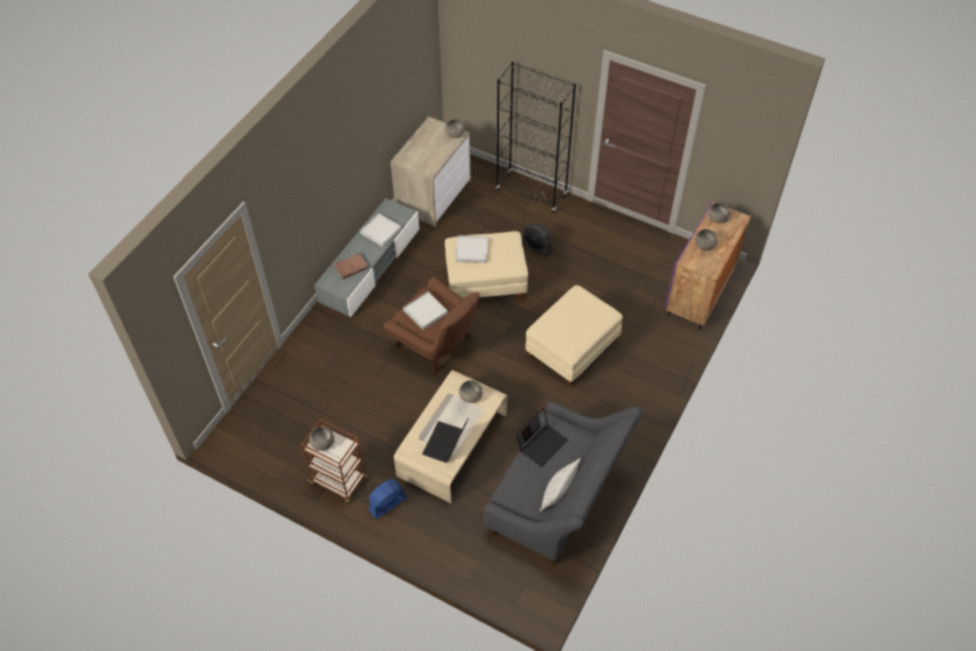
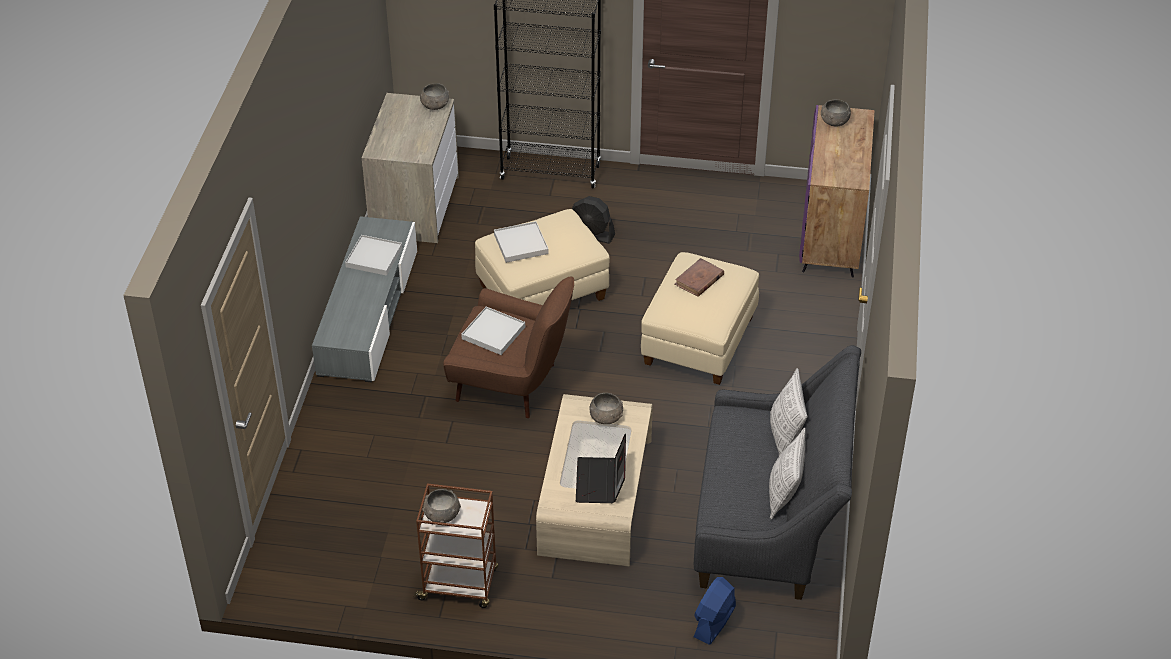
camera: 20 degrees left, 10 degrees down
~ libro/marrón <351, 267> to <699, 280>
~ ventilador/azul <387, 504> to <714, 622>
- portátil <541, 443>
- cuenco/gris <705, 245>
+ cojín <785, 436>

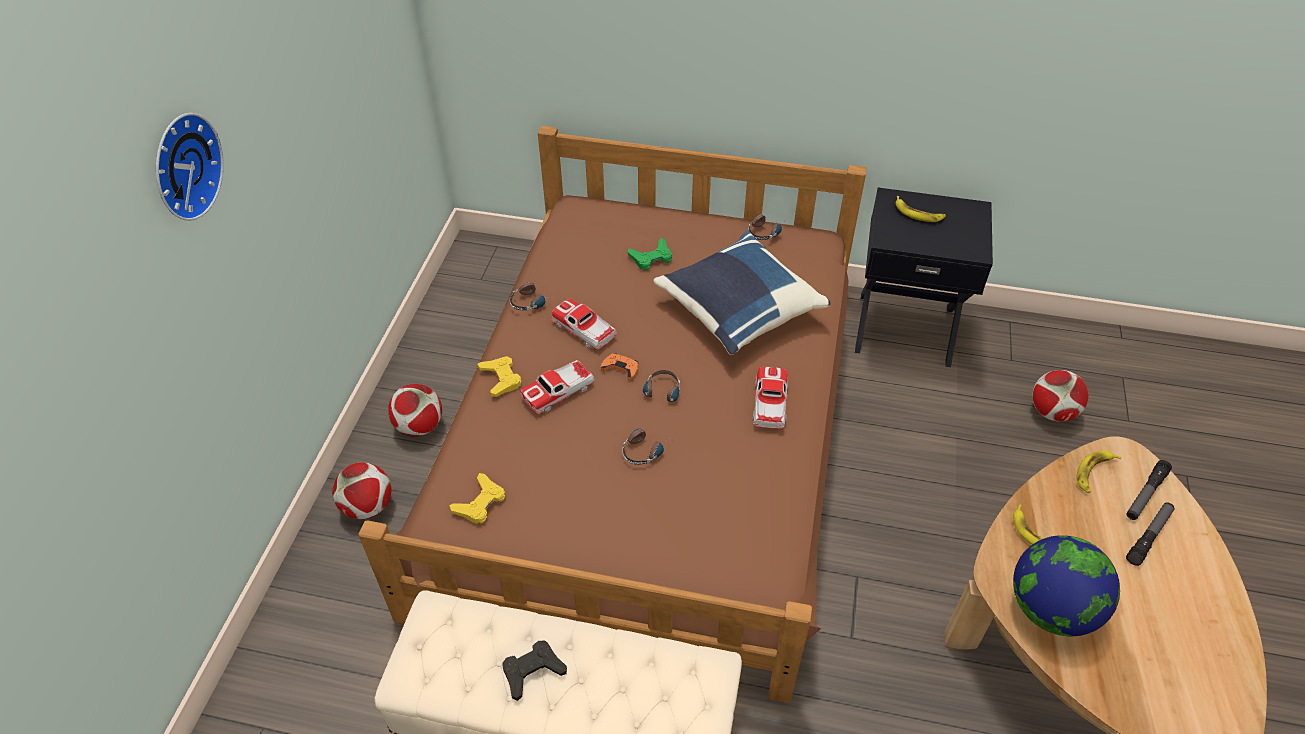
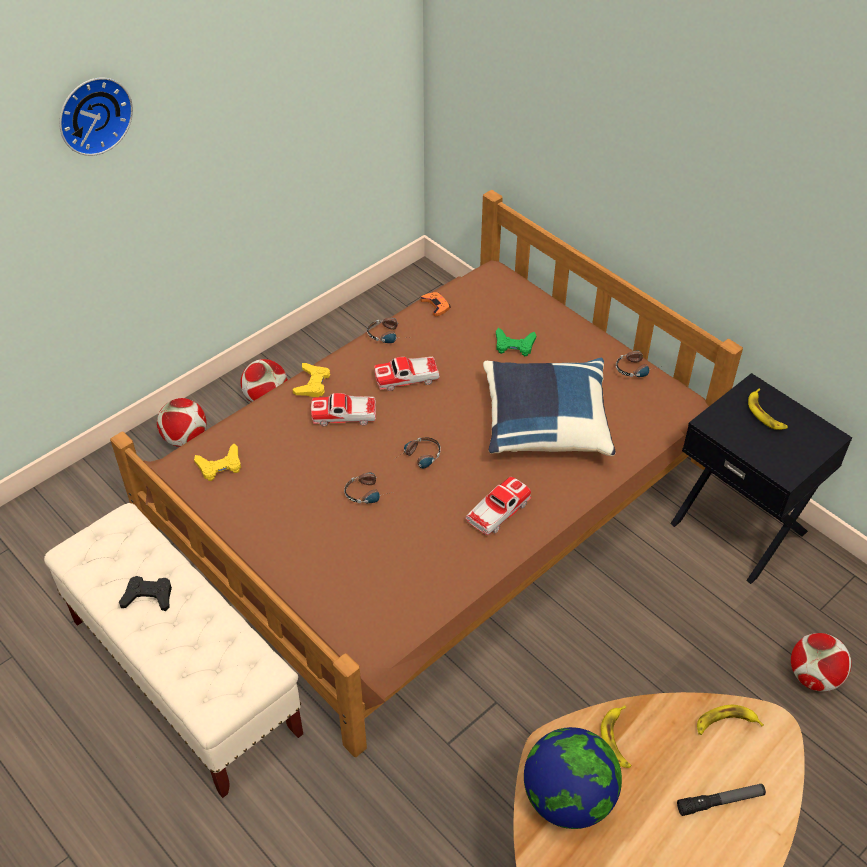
camera: 35 degrees right, 0 degrees up
~ coche de juguete <584, 330> = <407, 378> 90 degrees counterclockwise
~ mando de consola/naranja <620, 368> to <436, 305>
- linterna <1145, 494>

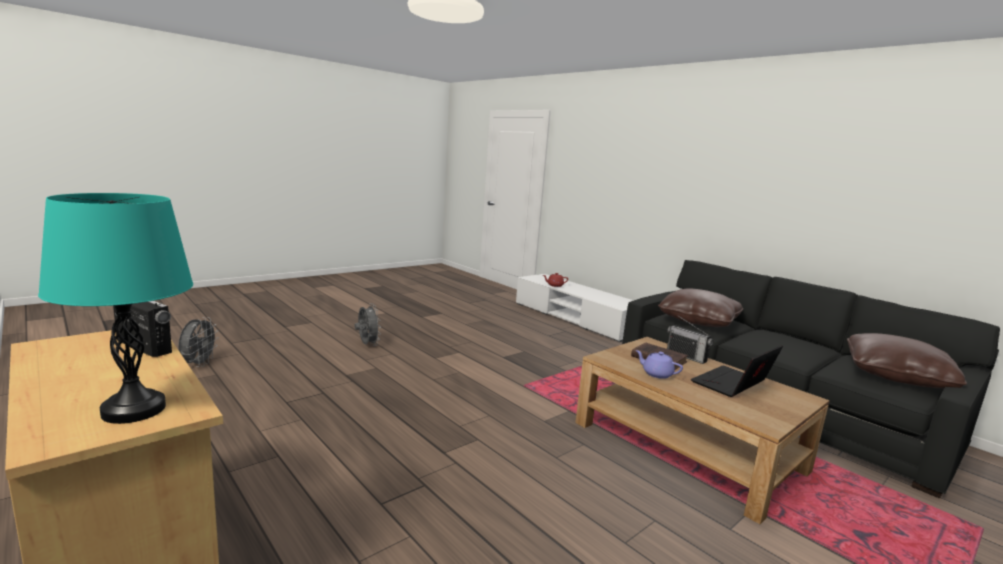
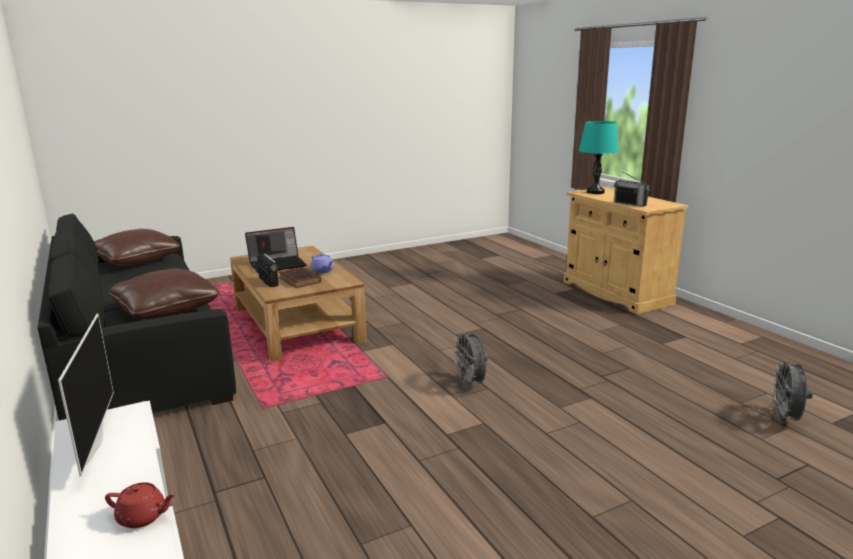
camera: 165 degrees left, 5 degrees up
~ ventilador/gris <367, 345> to <471, 384>
+ televisor <93, 443>

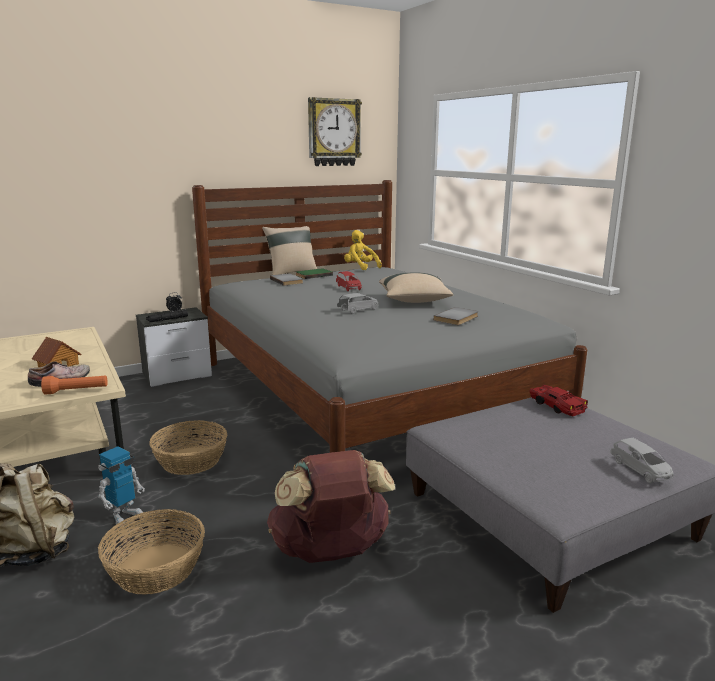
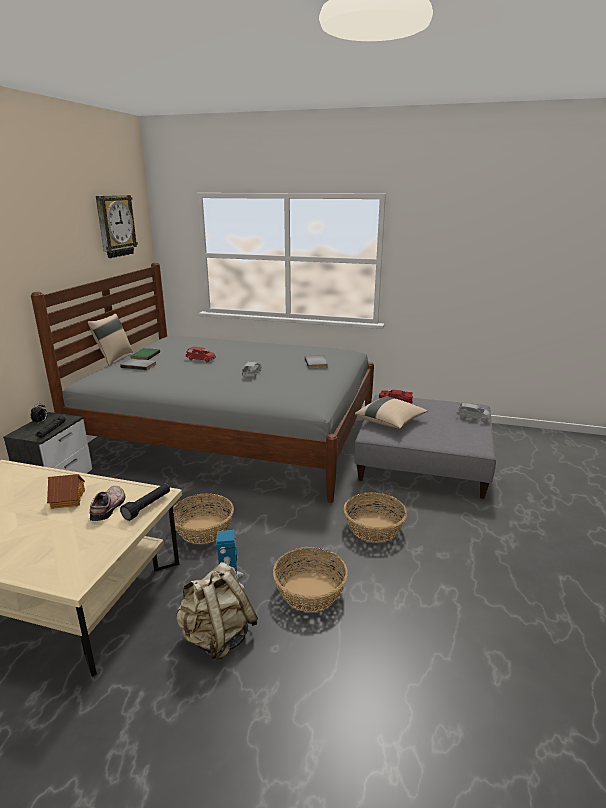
camera: 45 degrees left, 5 degrees up
~ linterna/naranja <76, 391> to linterna/negro <148, 506>
~ mochila/marrón <330, 553> to cesta <374, 528>
- peluche/amarillo <360, 267>
~ cojín/beis <414, 301> to <390, 422>

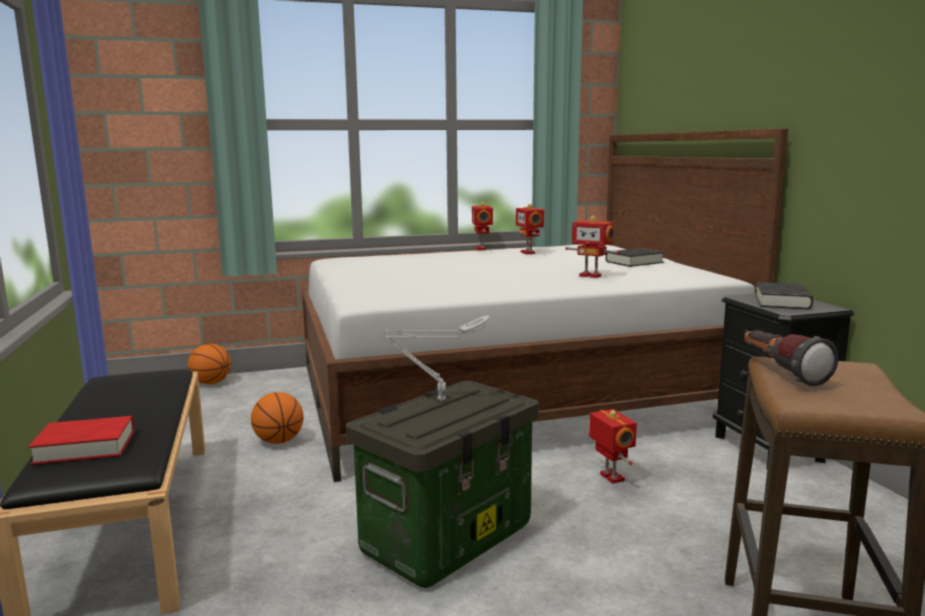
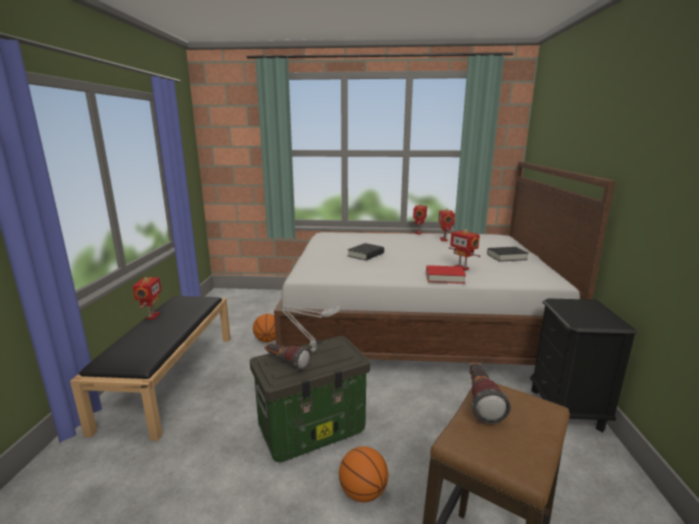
camera: 20 degrees right, 5 degrees up
~ libro/rojo <85, 447> to <444, 278>
~ balón de baloncesto <211, 383> to <363, 492>
~ robot de juguete <610, 477> to <152, 316>
~ libro/negro <782, 302> to <366, 255>
+ linterna <286, 363>

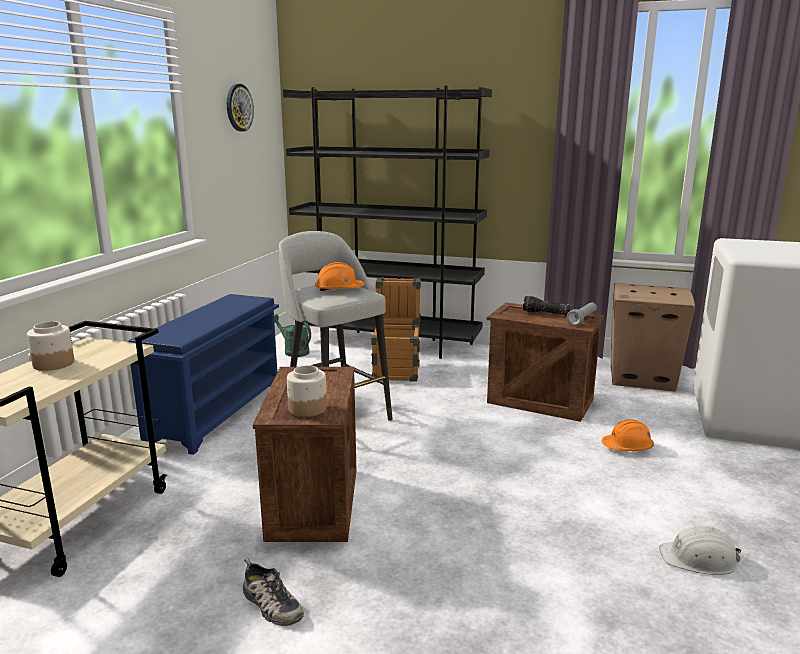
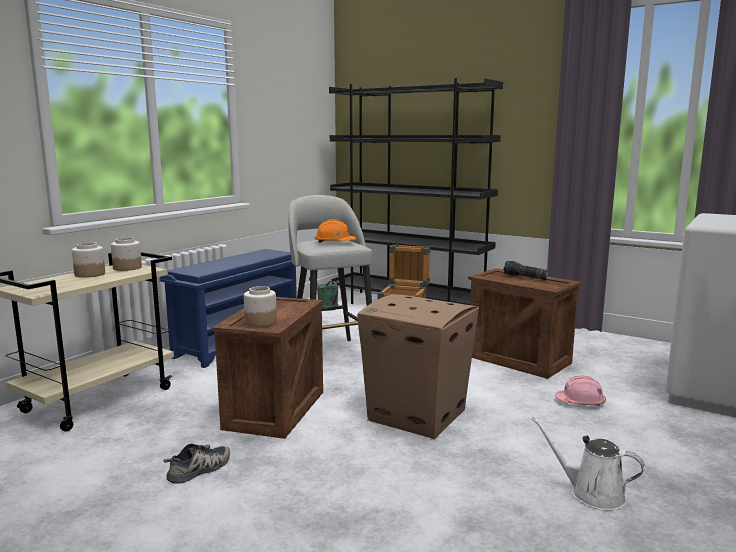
camera: 15 degrees right, 5 degrees down
- reloj de pared <239, 107>
~ zapato <270, 604> = <199, 470> 105 degrees counterclockwise
- linterna/gris <582, 320>
~ casco/naranja <627, 447> to casco/rosa <580, 402>
~ caja de cartón <643, 377> to <418, 415>
~ casco/blanco <699, 558> to regadera/blanco <592, 494>
+ tarro <127, 268>

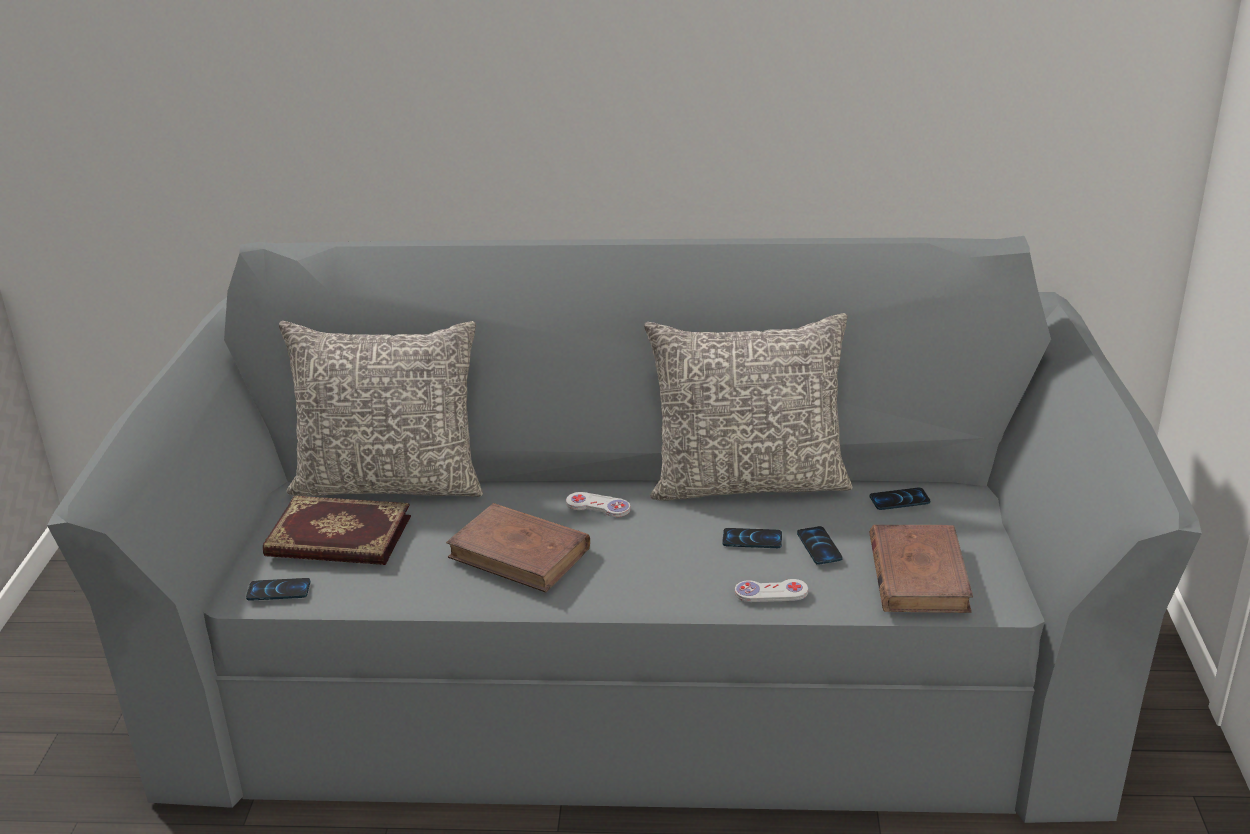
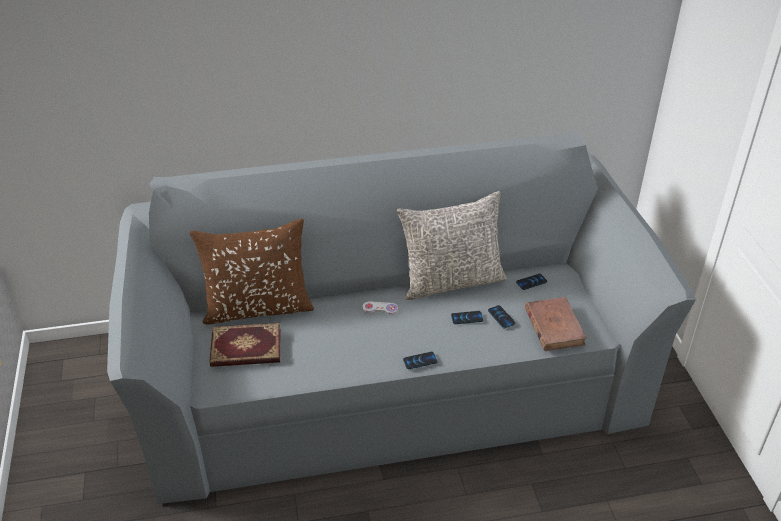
camera: 15 degrees left, 10 degrees up
~ móvil <278, 590> to <420, 361>
~ cojín/gris <390, 482> to cojín/marrón <258, 307>
- libro/marrón <520, 553>
- mando de consola/blanco <771, 592>

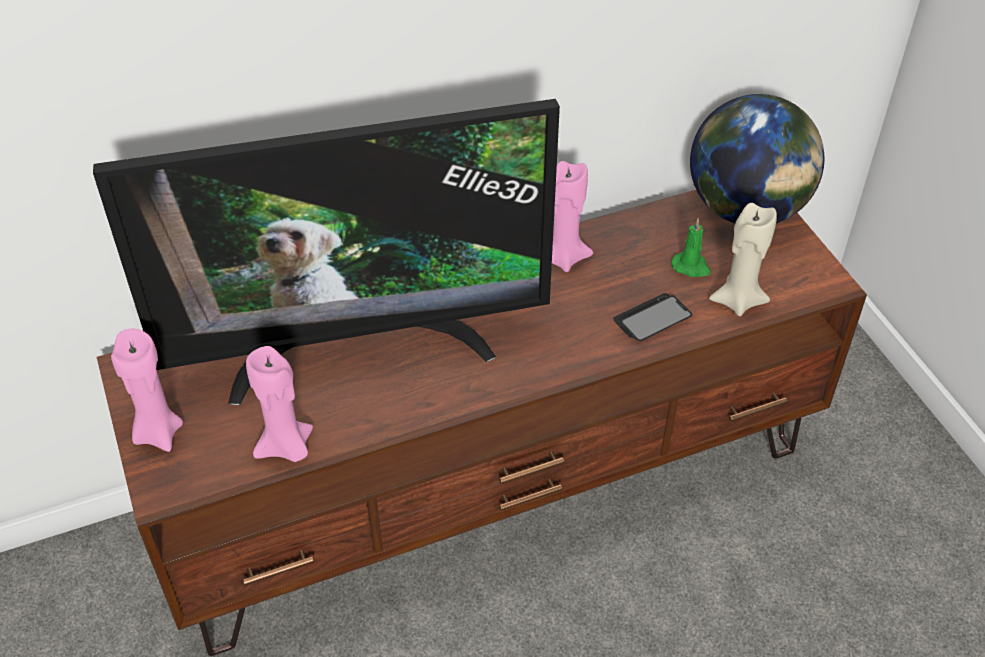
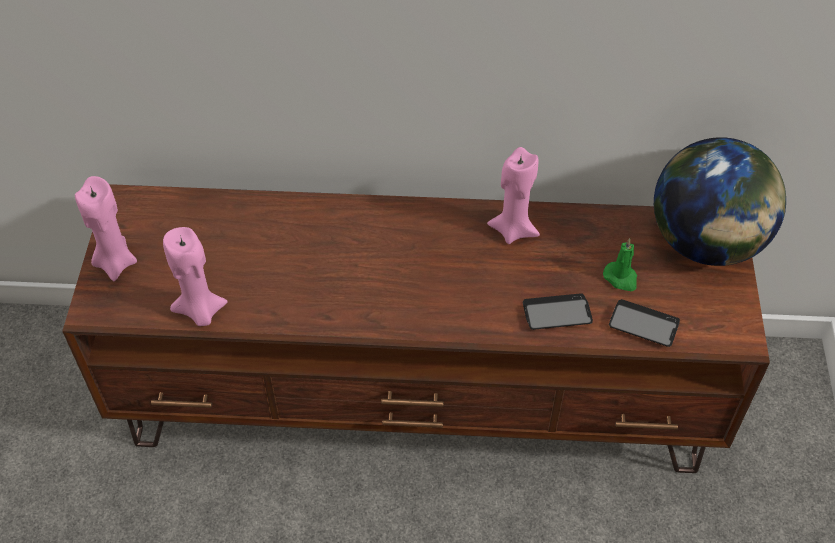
camera: 25 degrees right, 5 degrees up
- televisor <357, 345>
~ vela/beis <737, 300> to móvil <643, 324>

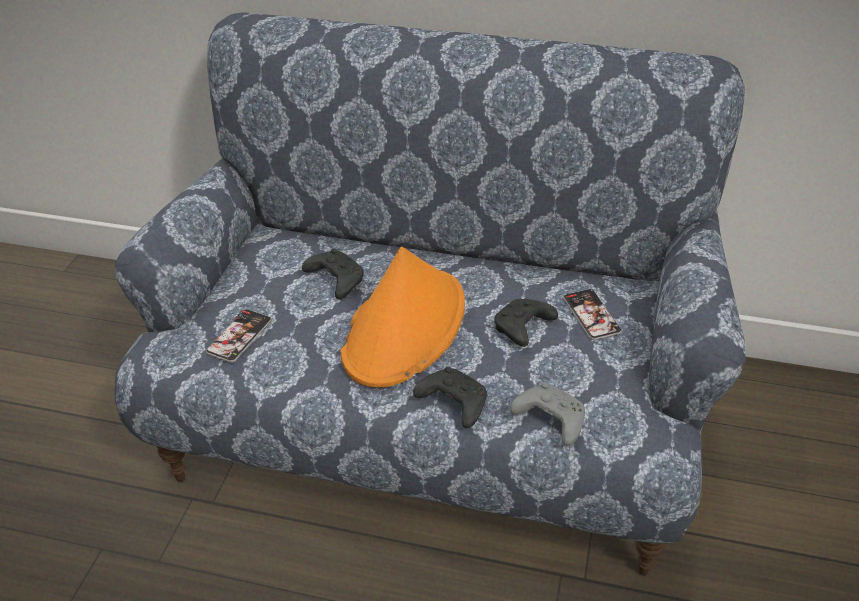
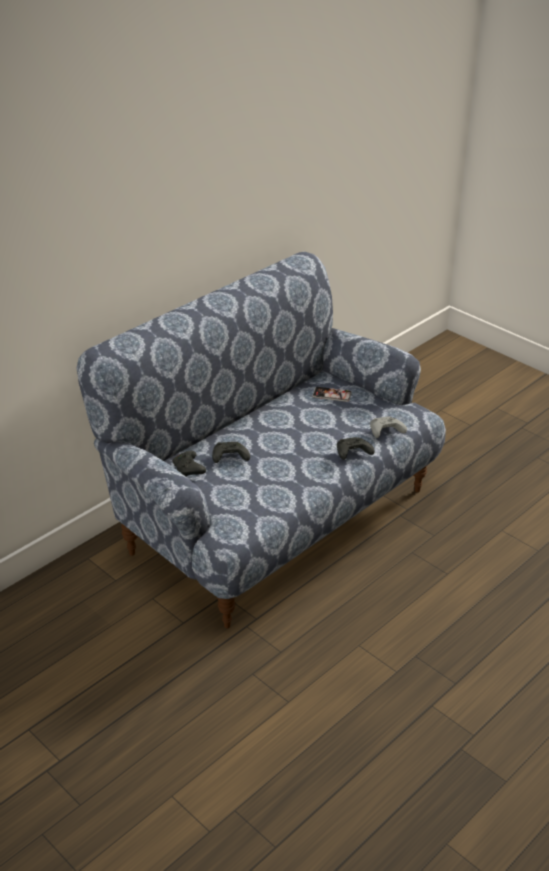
camera: 60 degrees left, 5 degrees down
- móvil <239, 336>
- sombrero/naranja <405, 328>
~ mando de consola/negro <522, 329> to <189, 470>

